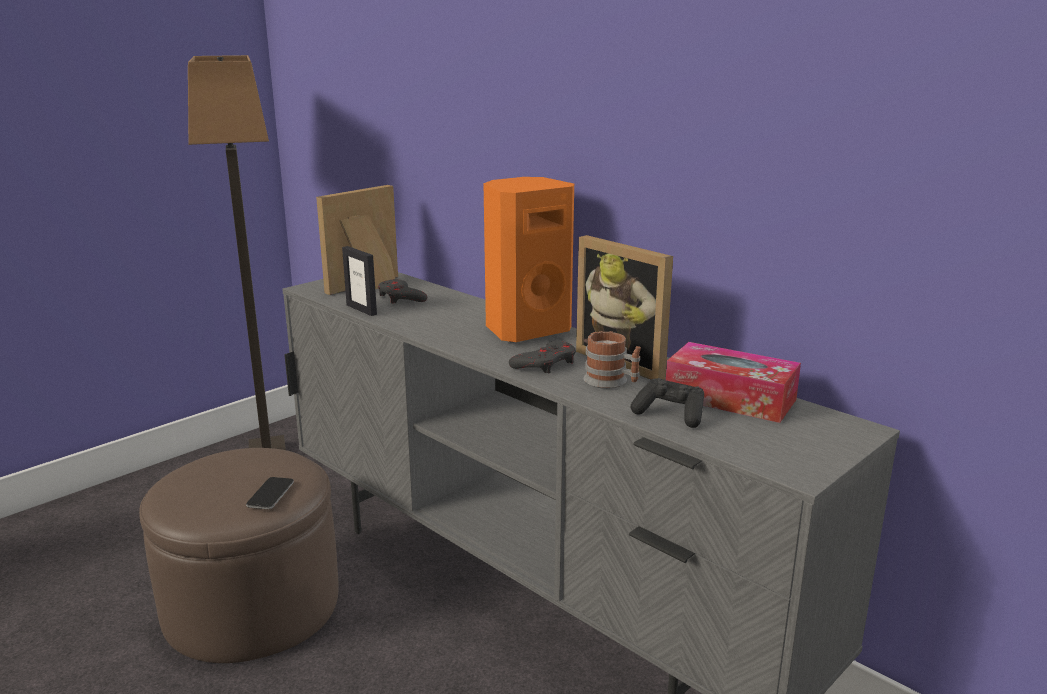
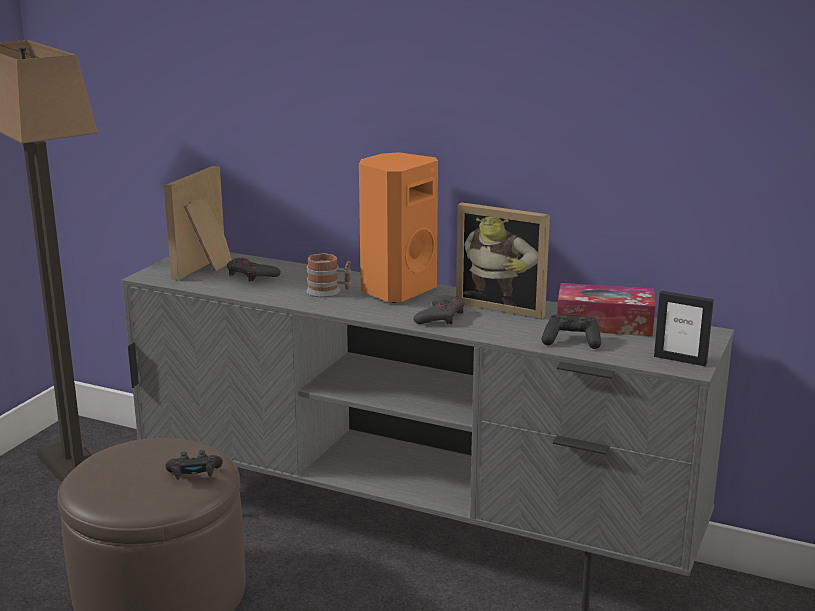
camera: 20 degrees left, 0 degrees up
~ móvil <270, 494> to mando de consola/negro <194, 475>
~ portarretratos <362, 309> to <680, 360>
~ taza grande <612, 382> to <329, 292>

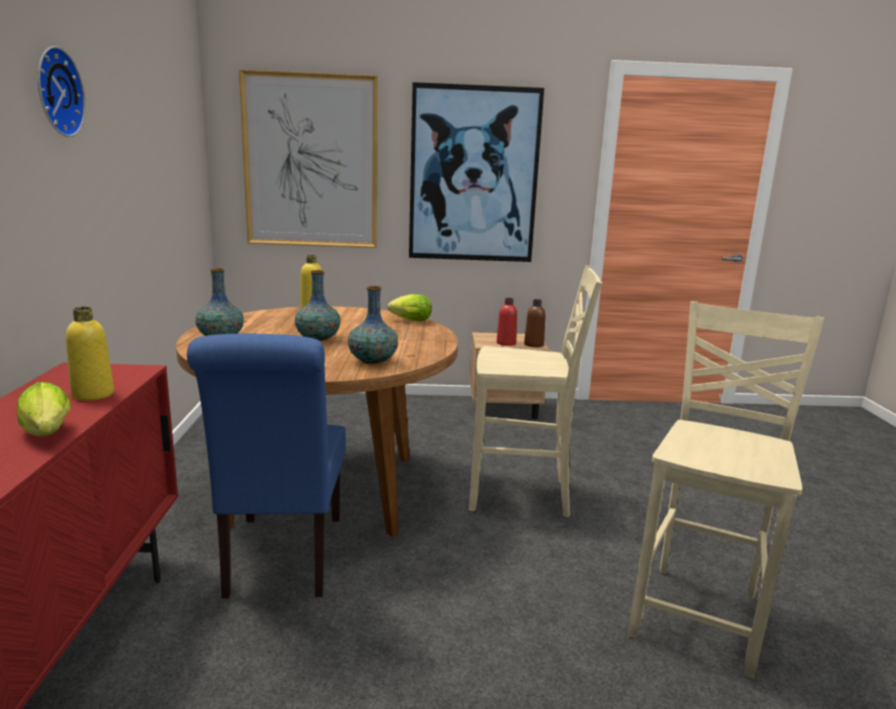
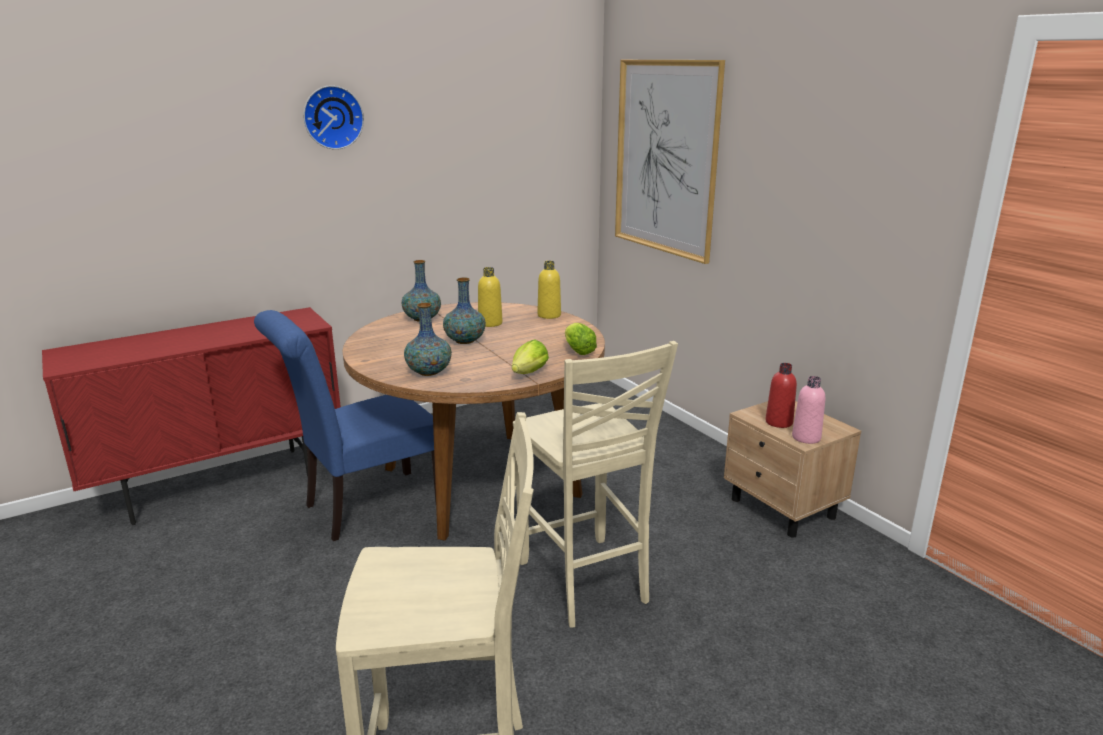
camera: 60 degrees right, 5 degrees up
~ lechuga <47, 435> to <527, 374>
~ botella/amarillo <93, 394> to <490, 323>
- cuadro <474, 175>
~ botella/marrón <533, 344> to botella/rosa <806, 437>

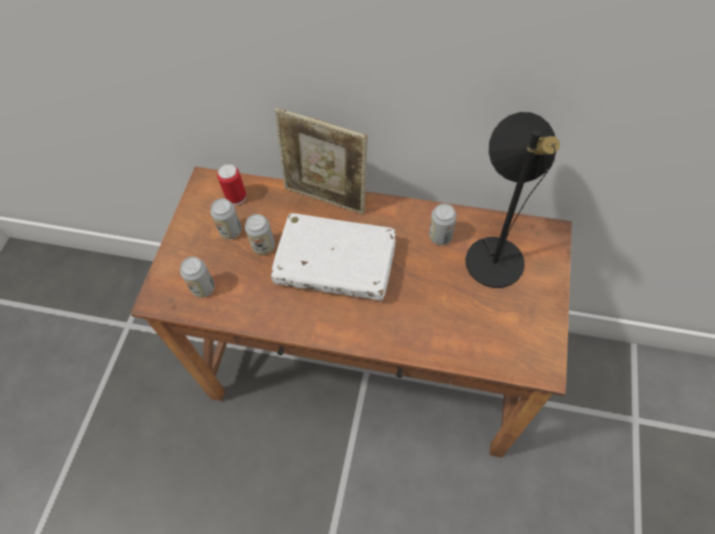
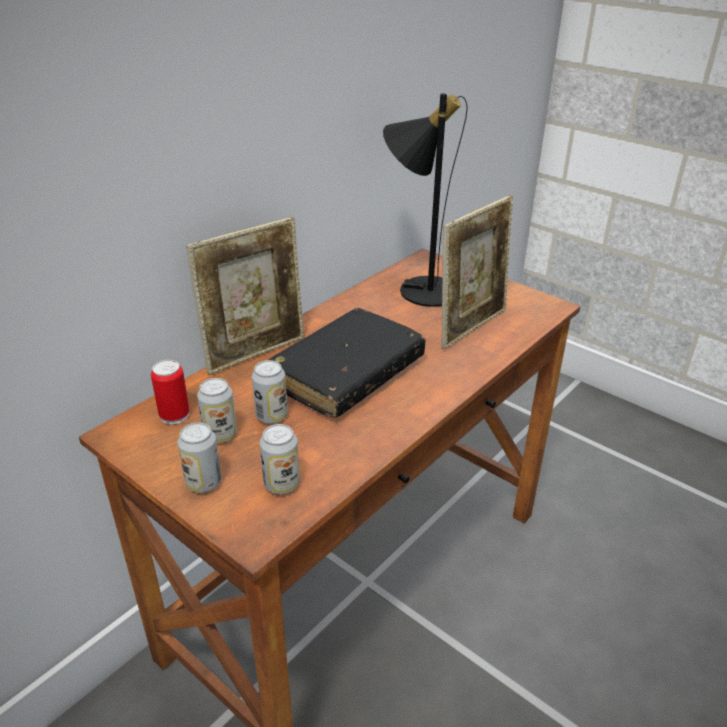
camera: 65 degrees left, 25 degrees down
~ libro/blanco <335, 264> to libro/negro <347, 374>
~ lata <440, 236> to <203, 483>
+ portarretratos <471, 326>

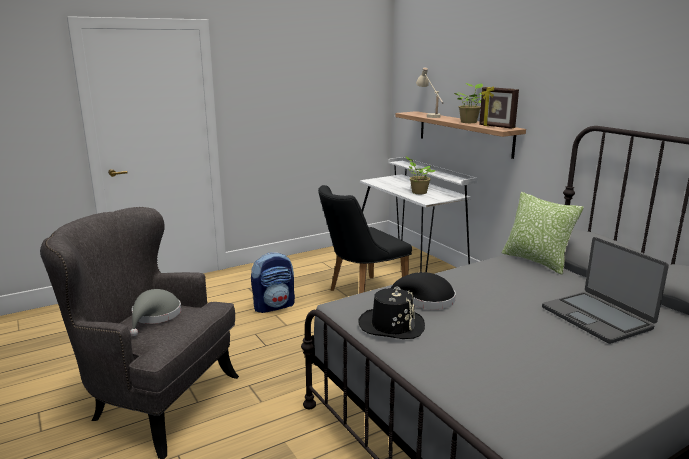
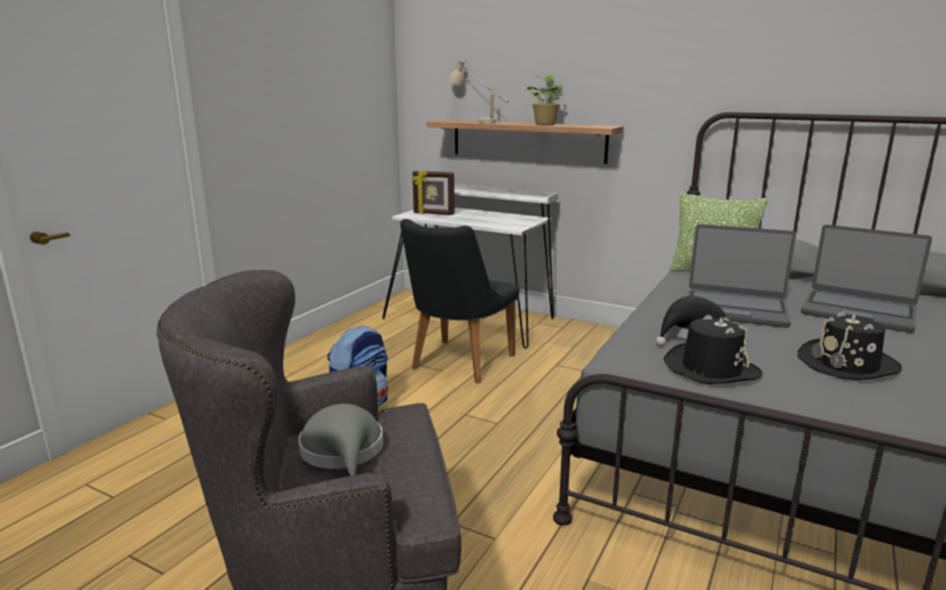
camera: 30 degrees left, 0 degrees up
- planta en maceta <418, 192>
~ portarretratos <496, 127> to <433, 214>
+ portátil <735, 309>
+ sombrero/negro <848, 364>

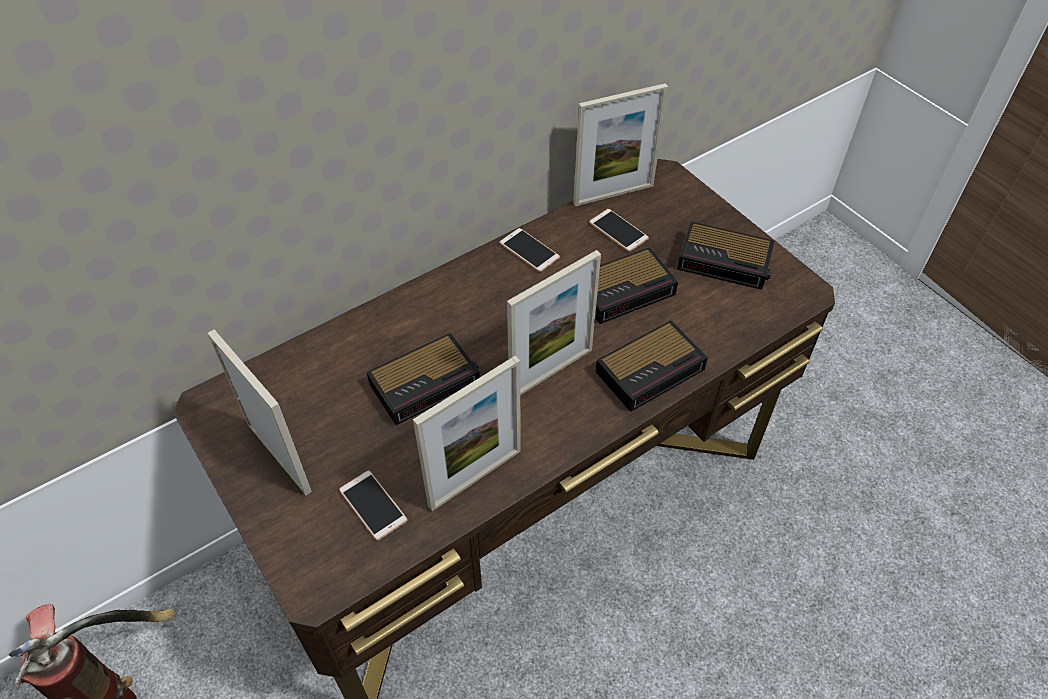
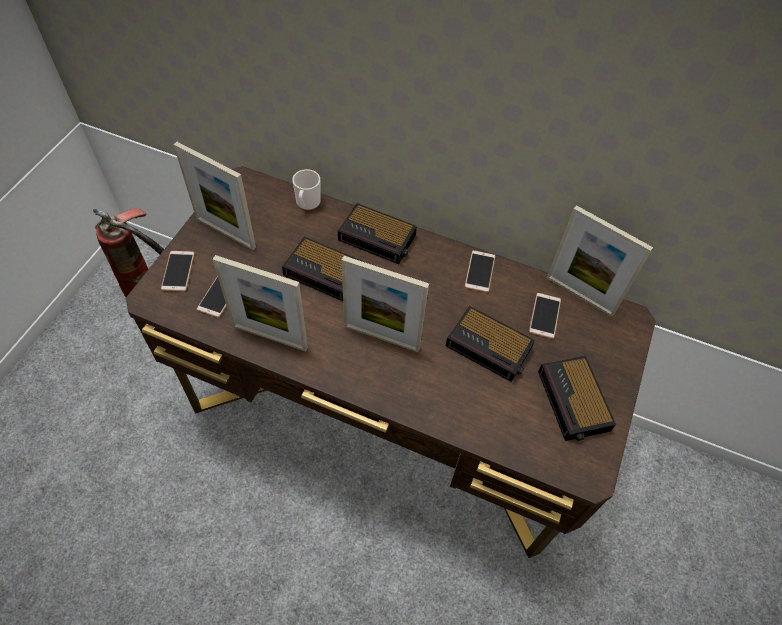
camera: 55 degrees right, 5 degrees up
~ portarretratos <279, 457> = <225, 233> 105 degrees clockwise
~ despertador <652, 369> to <378, 238>
+ móvil <178, 271>
+ taza grande <307, 203>

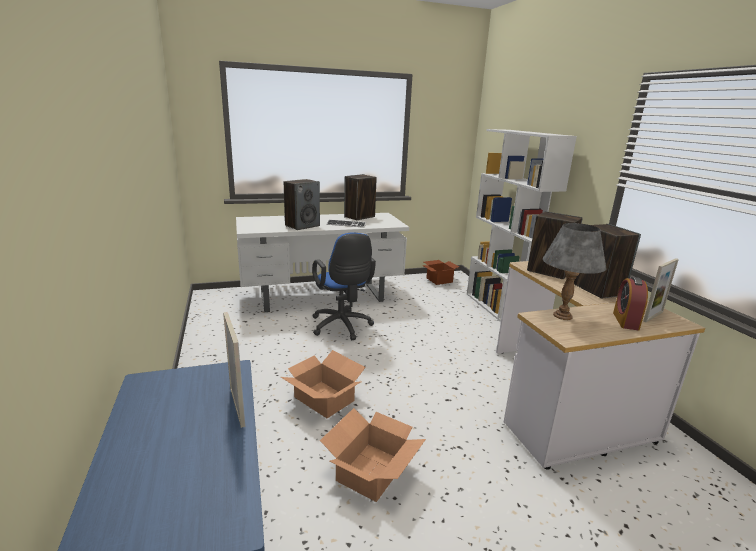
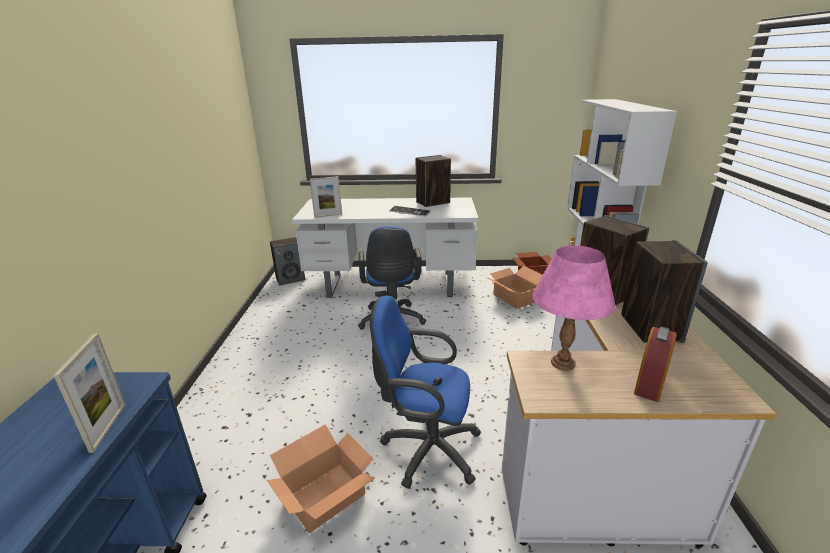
camera: 20 degrees right, 5 degrees up
~ caja de cartón <324, 398> to <515, 297>
~ altavoz <302, 226> to <290, 279>
~ lámpara de mesa/gris <562, 315> to lámpara de mesa/rosa <563, 363>
~ portarretratos <653, 316> to <328, 215>
+ silla de oficina/azul <426, 449>

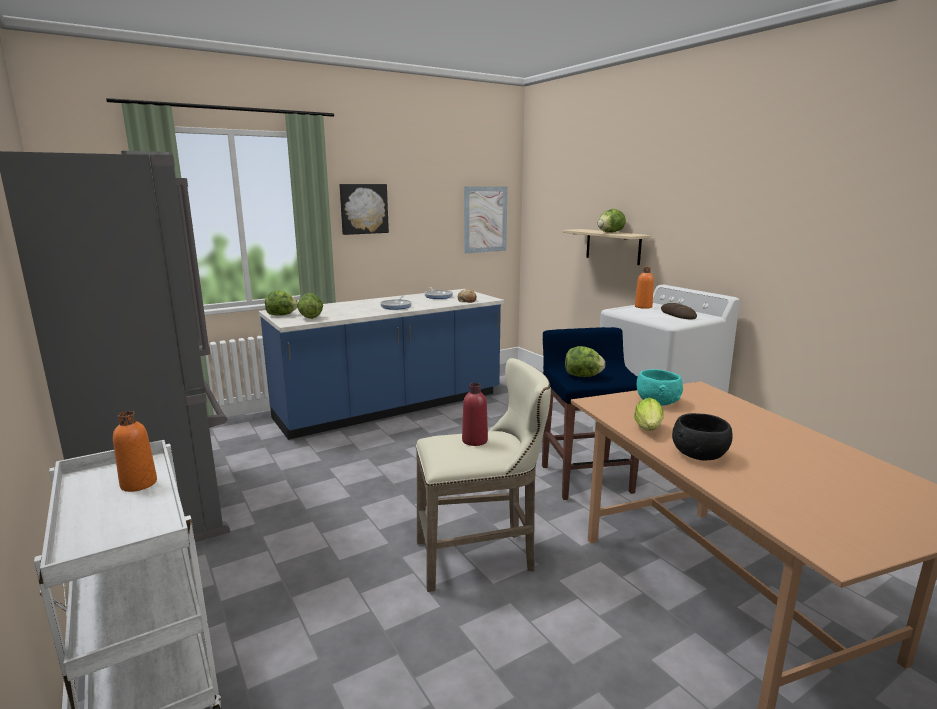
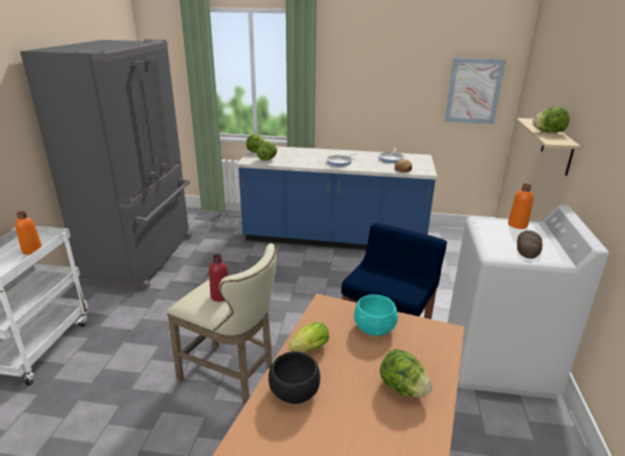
camera: 40 degrees right, 10 degrees up
- cuadro <363, 209>
~ lechuga <583, 376> to <402, 389>

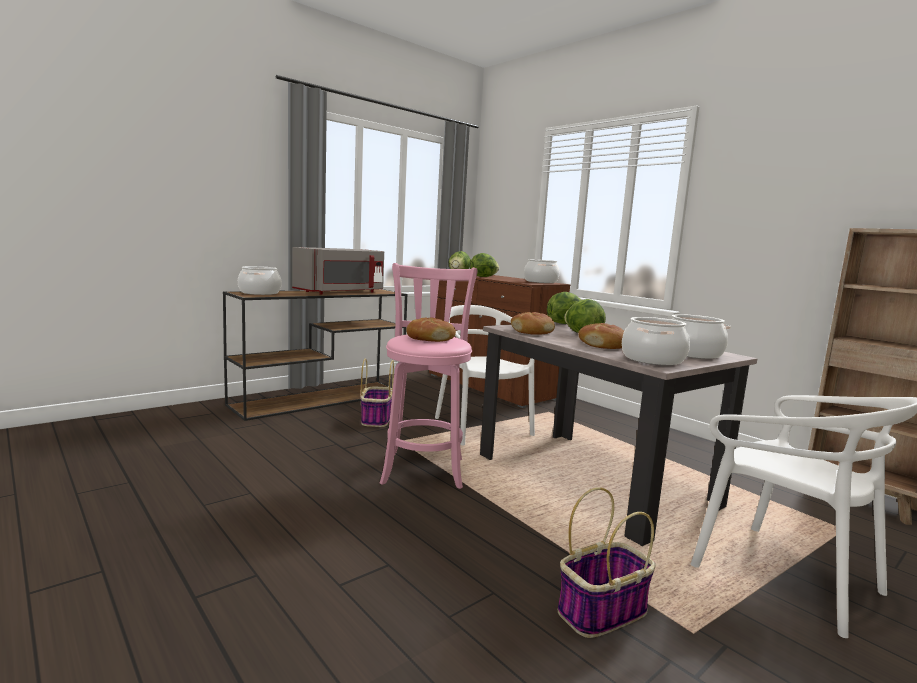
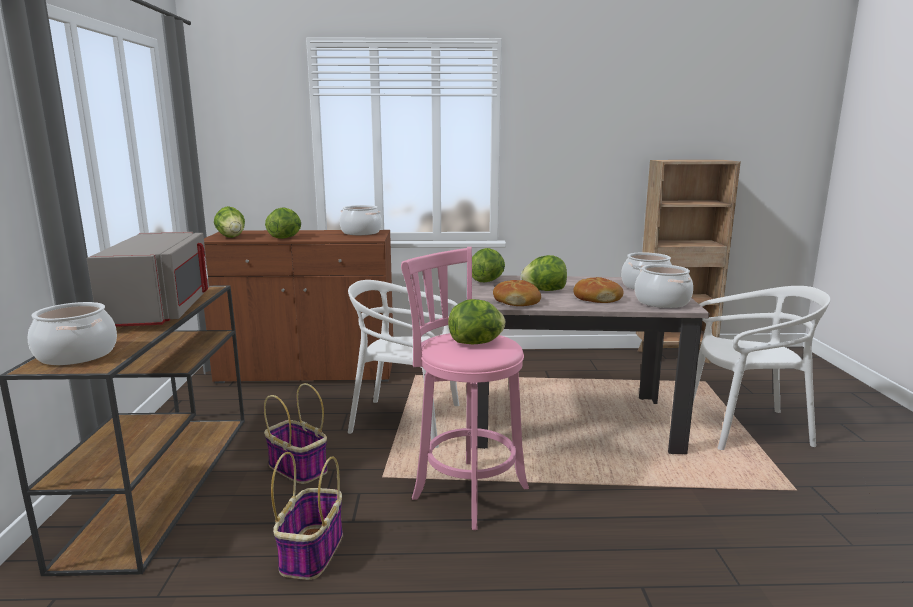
camera: 50 degrees left, 5 degrees up
~ pan <429, 338> to lechuga <477, 343>
~ cesta <602, 611> to <312, 551>

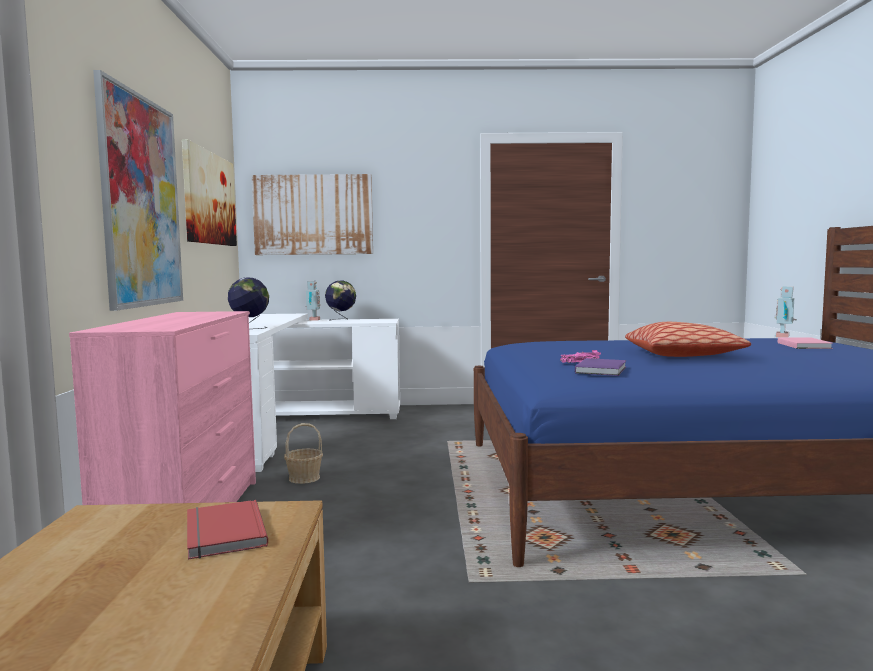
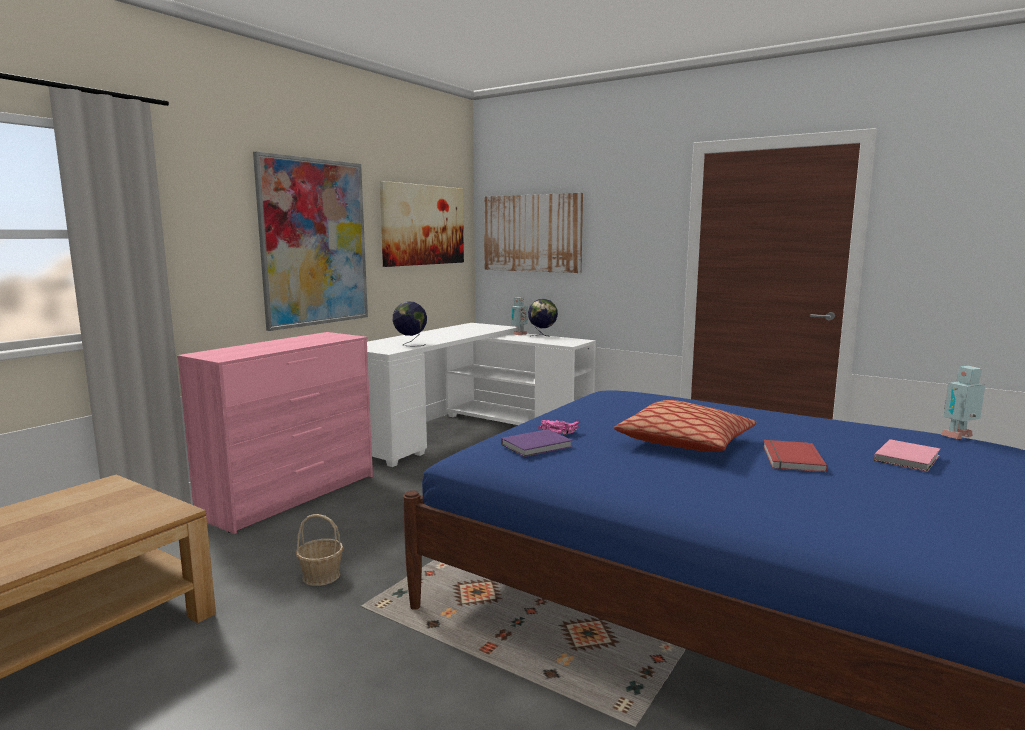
camera: 35 degrees right, 5 degrees up
~ libro/rojo <221, 533> to <790, 458>
~ cesta <304, 478> to <321, 576>

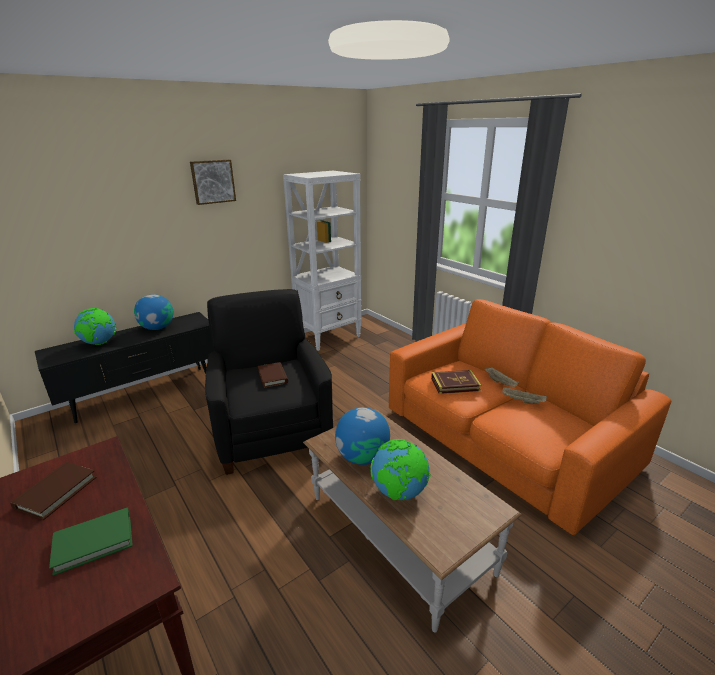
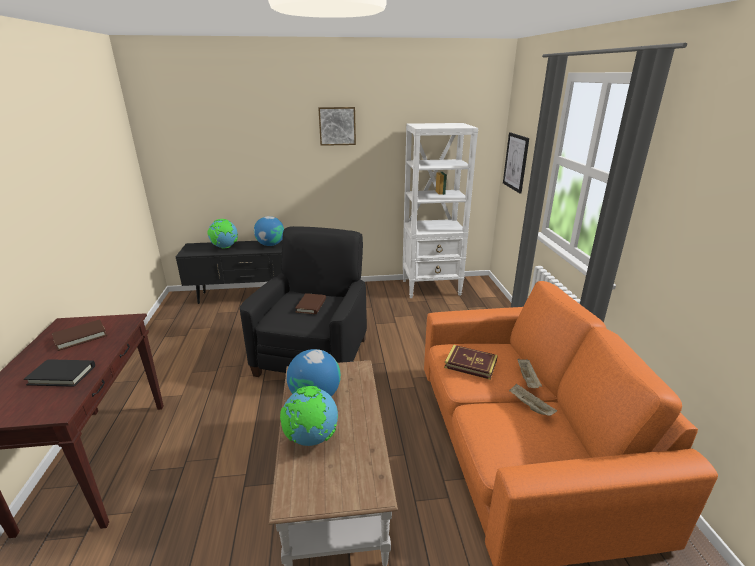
camera: 30 degrees right, 0 degrees up
~ libro/verde <94, 542> to libro/negro <62, 375>
+ cuadro <516, 162>

